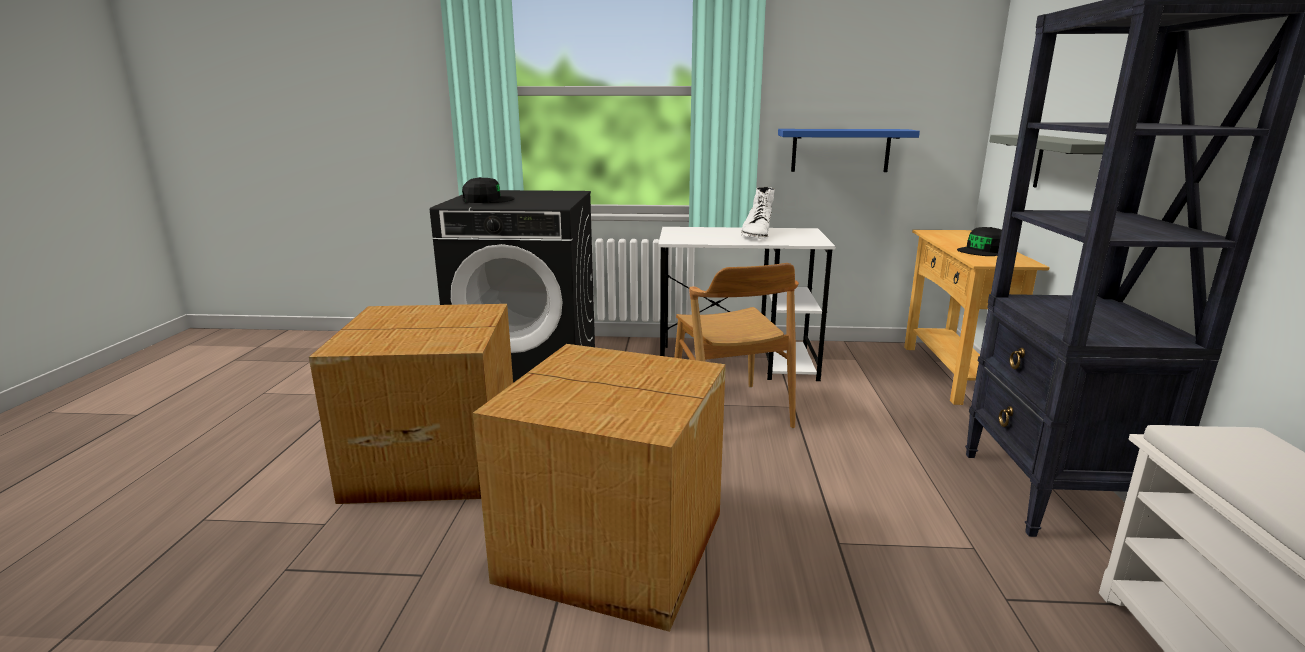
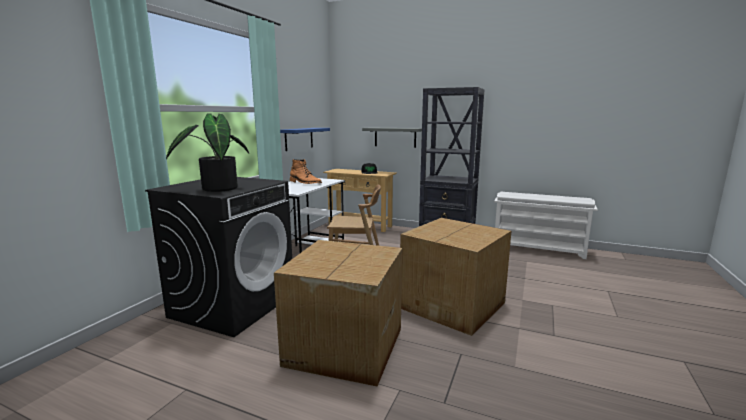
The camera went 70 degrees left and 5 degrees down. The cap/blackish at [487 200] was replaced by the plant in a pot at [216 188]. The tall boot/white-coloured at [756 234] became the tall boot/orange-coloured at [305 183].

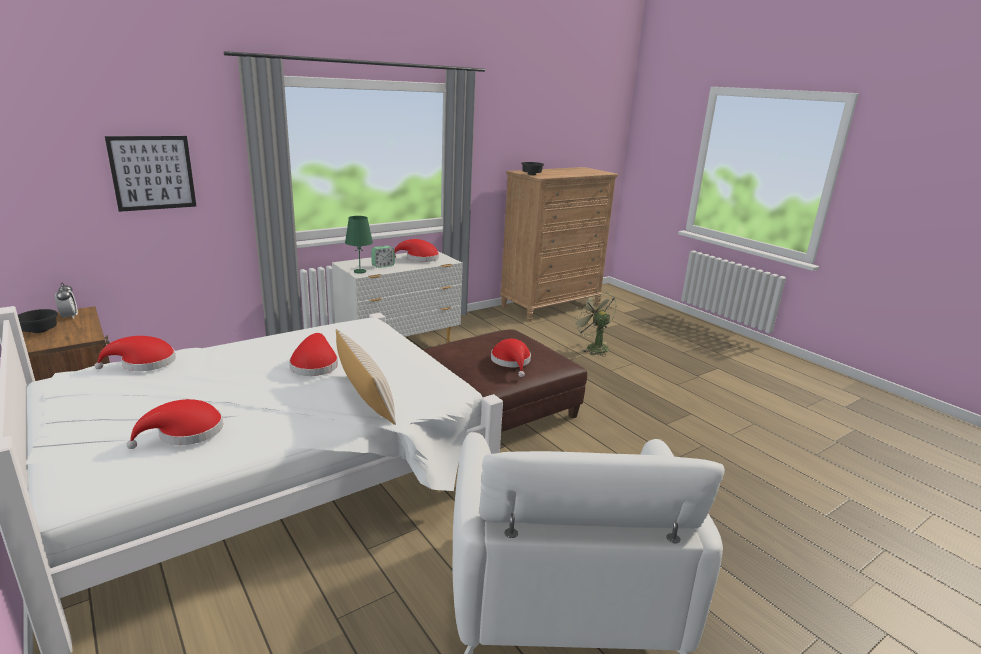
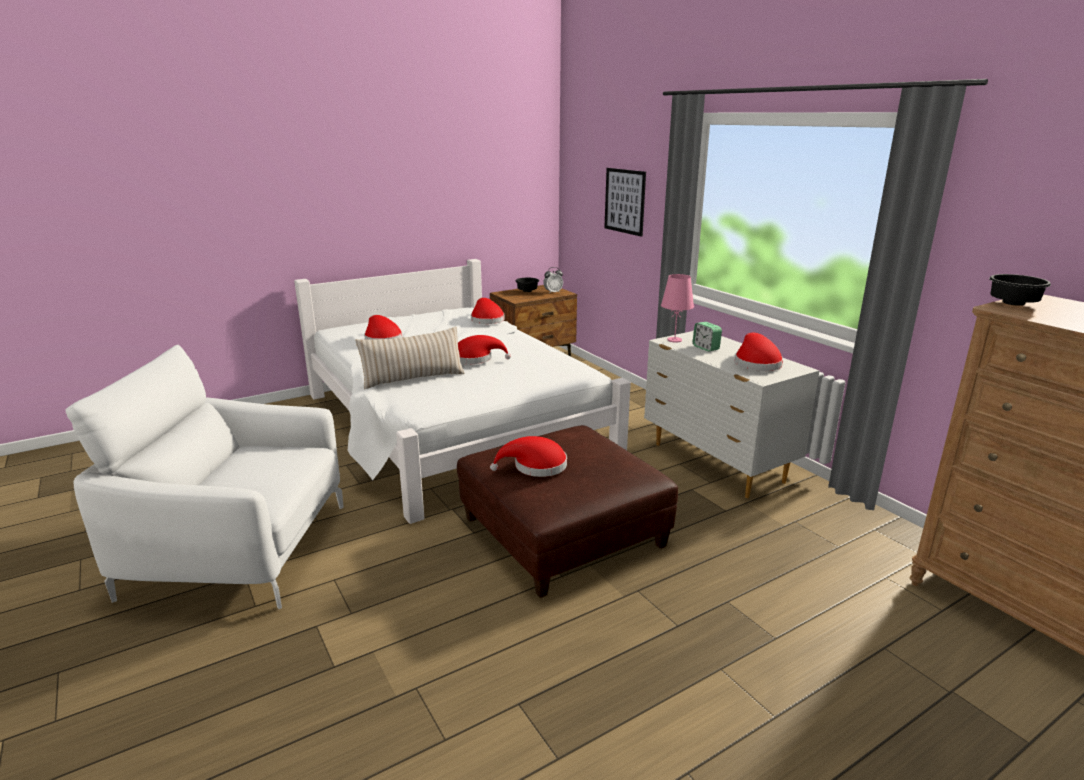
The camera went 95 degrees right and 0 degrees up. The table lamp/greenish at [360 271] became the table lamp/pinkish at [674 340]. The fan/greenish at [593 347] disappeared.

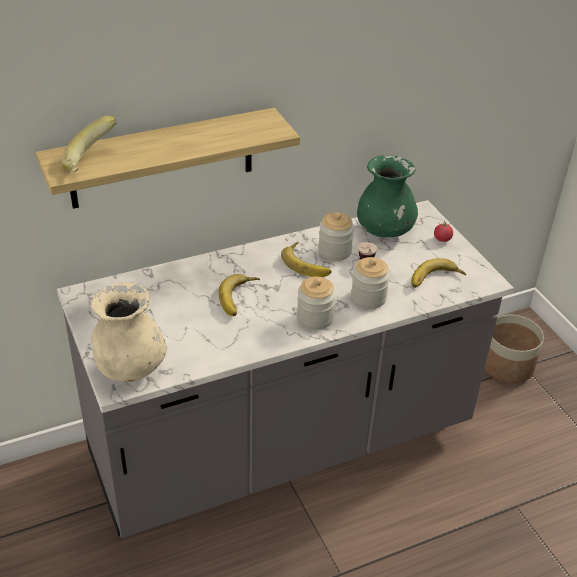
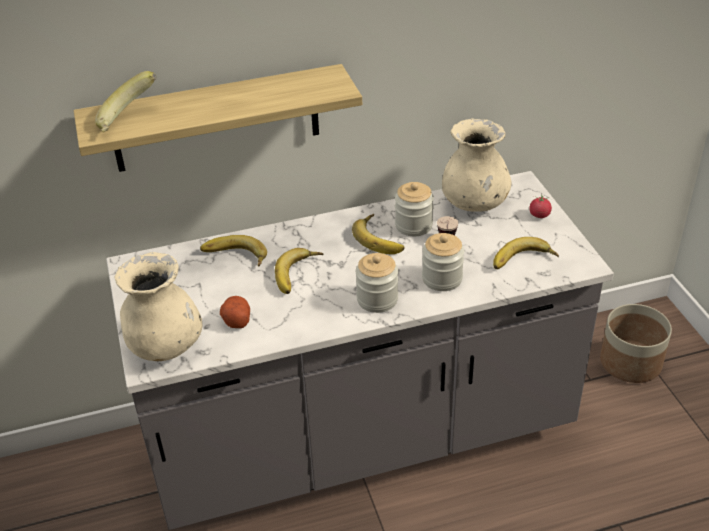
The camera went 10 degrees right and 0 degrees up. The flower vase/greenish at [385 230] became the flower vase/beige at [475 204]. The banana fruit at [234 257] appeared. The whole potato at [236 319] appeared.

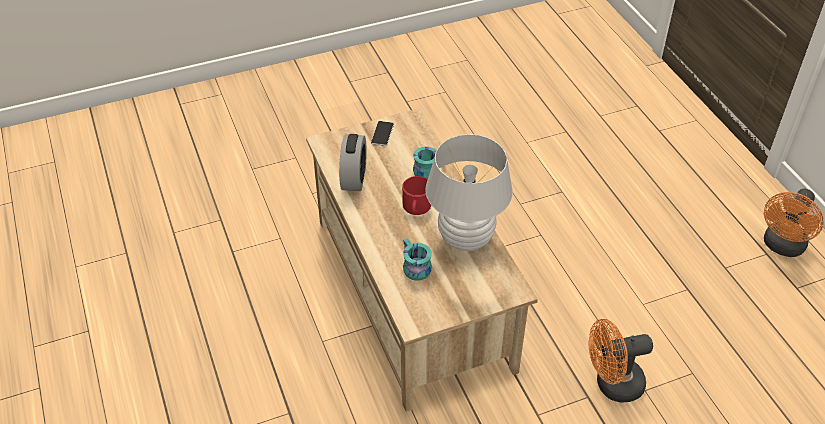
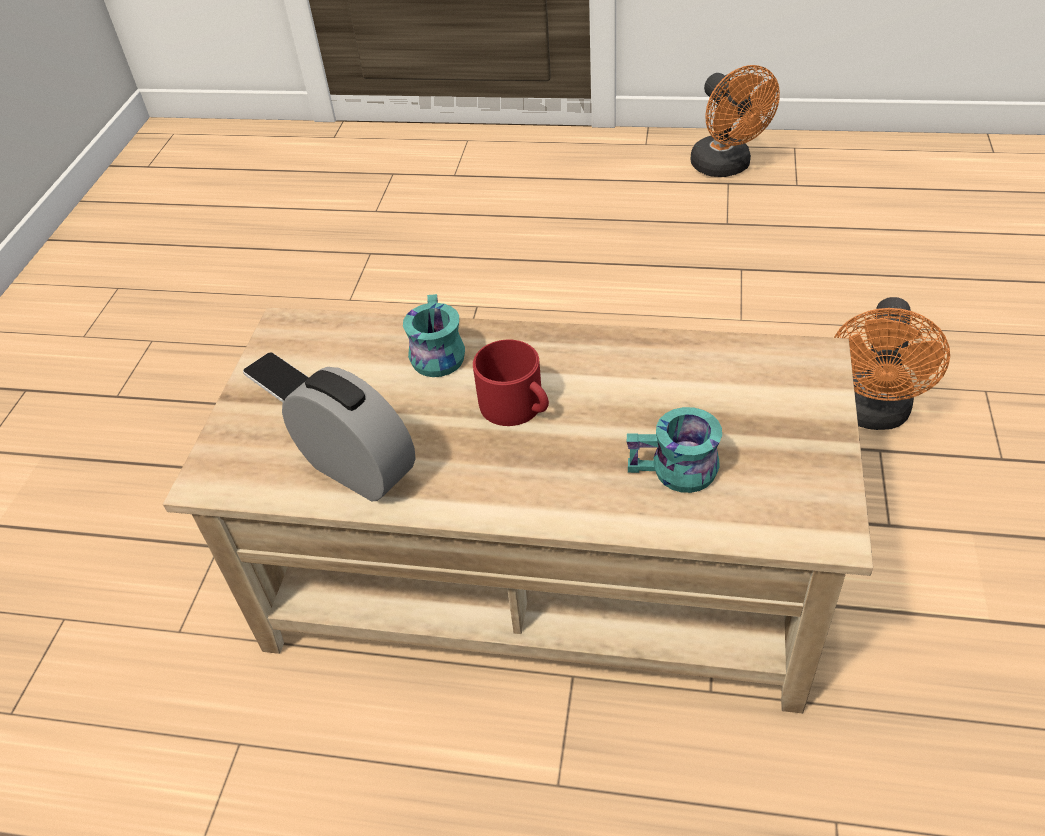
The camera went 55 degrees left and 0 degrees up. The table lamp/white-coloured at [466 238] disappeared.

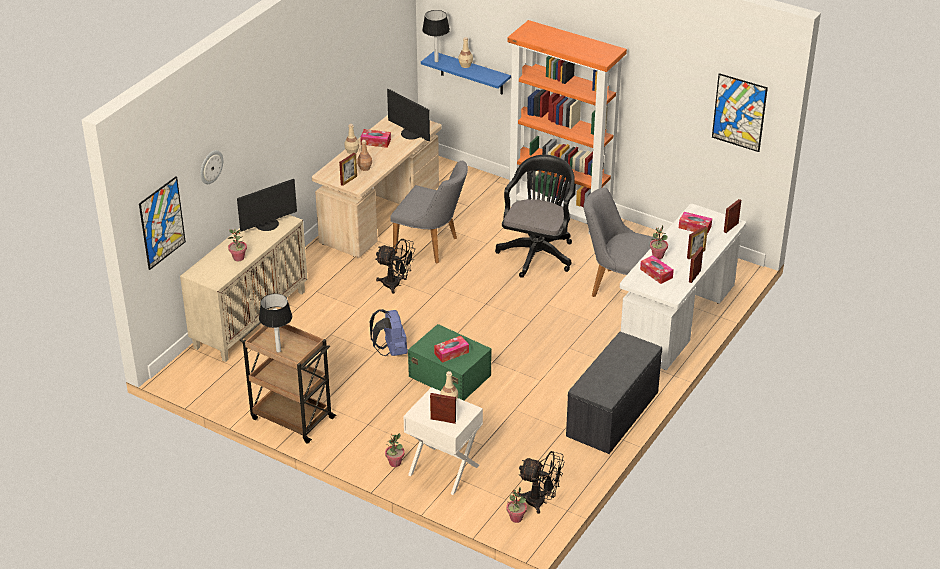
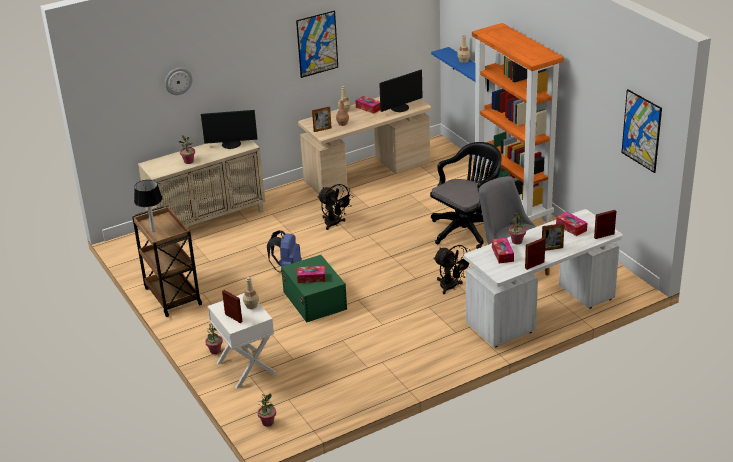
The camera went 30 degrees right and 5 degrees down. The wall picture moved from [162 223] to [317 44]. The computer screen at [410 134] turned 105 degrees counterclockwise. The plain chair/grey at [431 246] disappeared. The table lamp at [436 61] disappeared. The fan/blackish moved from [540 502] to [451 287]. The indoor bench/grey at [613 415] disappeared.

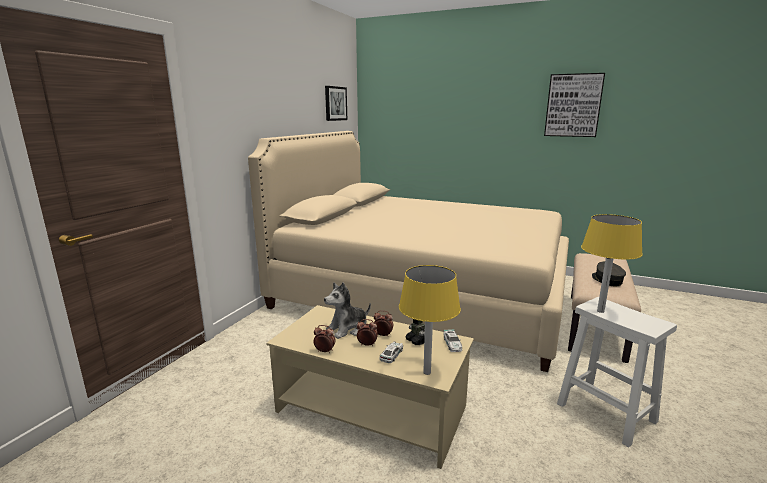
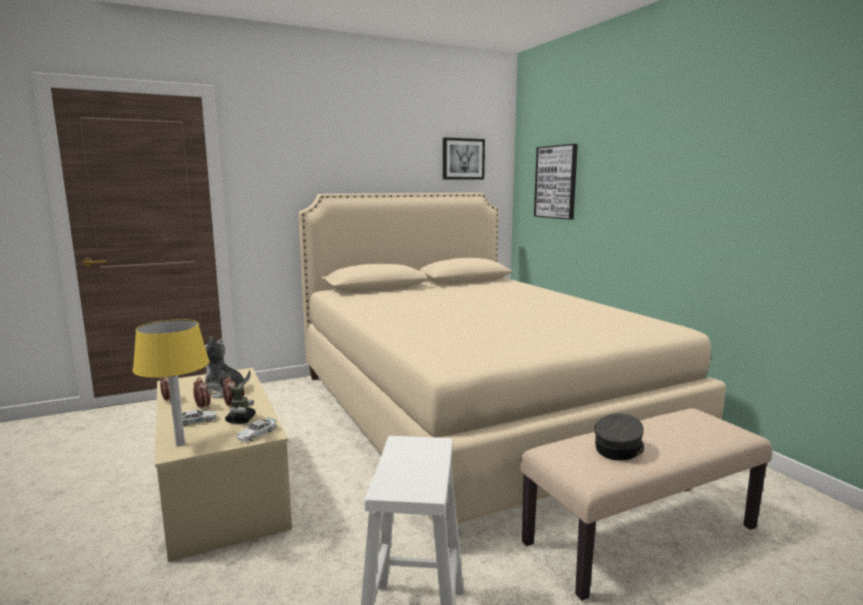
The camera went 40 degrees right and 5 degrees down. The wall picture moved from [573 105] to [556 182]. The table lamp/yellow at [600 311] disappeared.

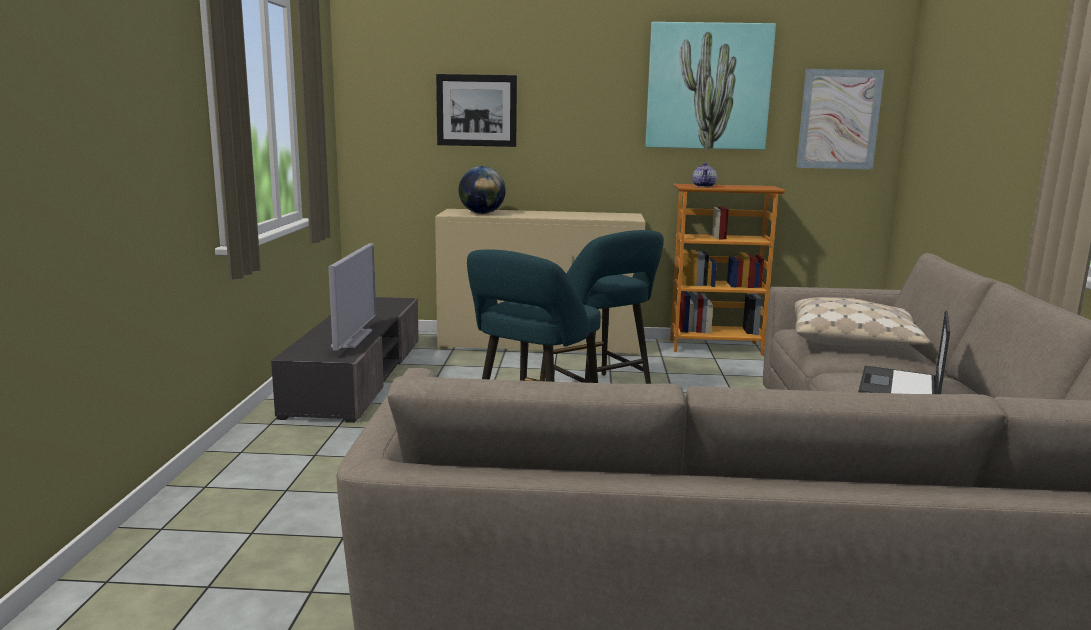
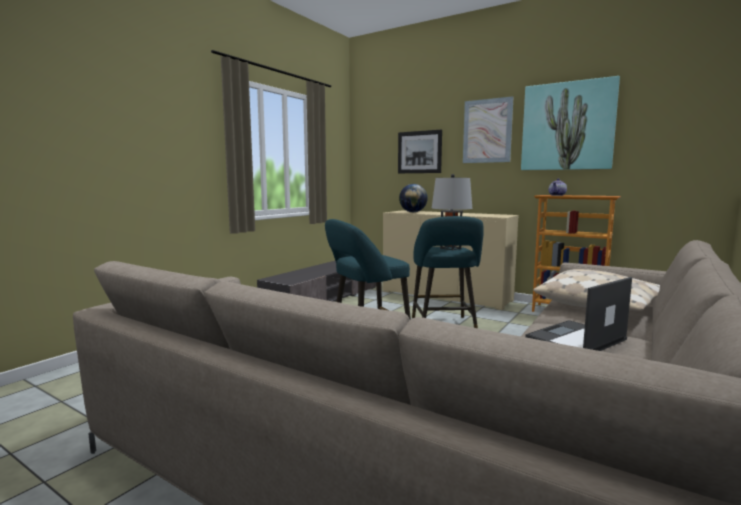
The camera went 30 degrees right and 5 degrees down. The TV at [352 338] disappeared. The wall picture moved from [839 119] to [487 131]. The table lamp/grey at [450 248] appeared.

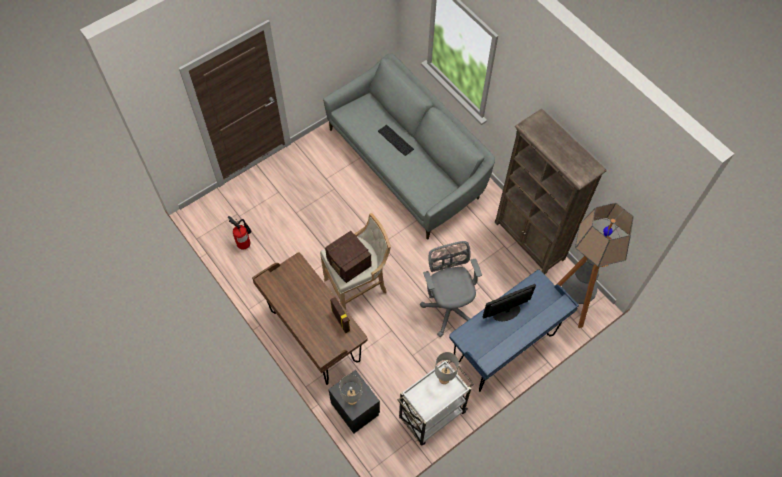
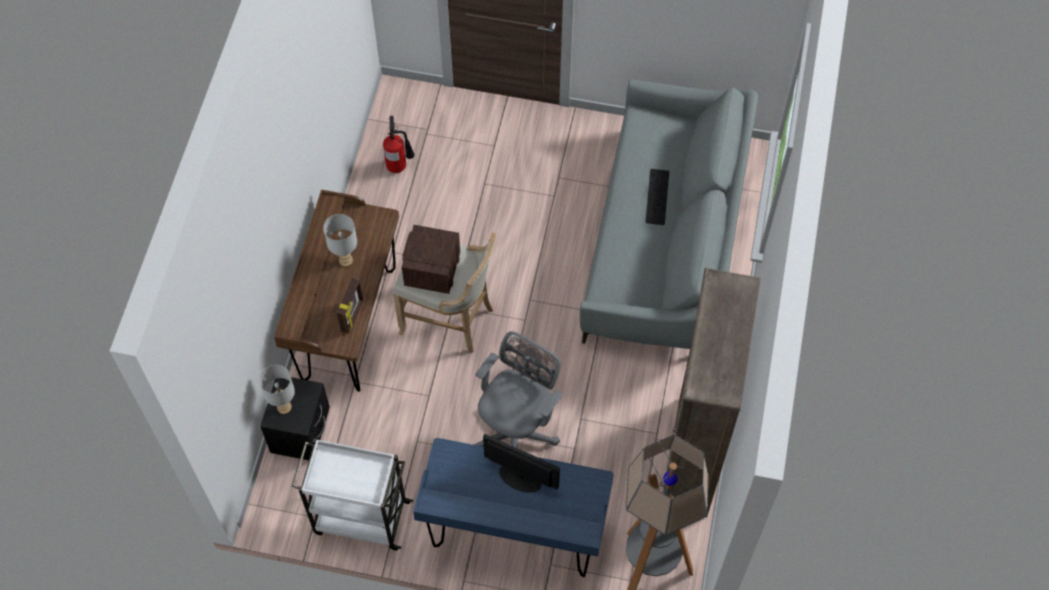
The camera went 50 degrees right and 0 degrees up. The table lamp/grey moved from [443 379] to [345 260].

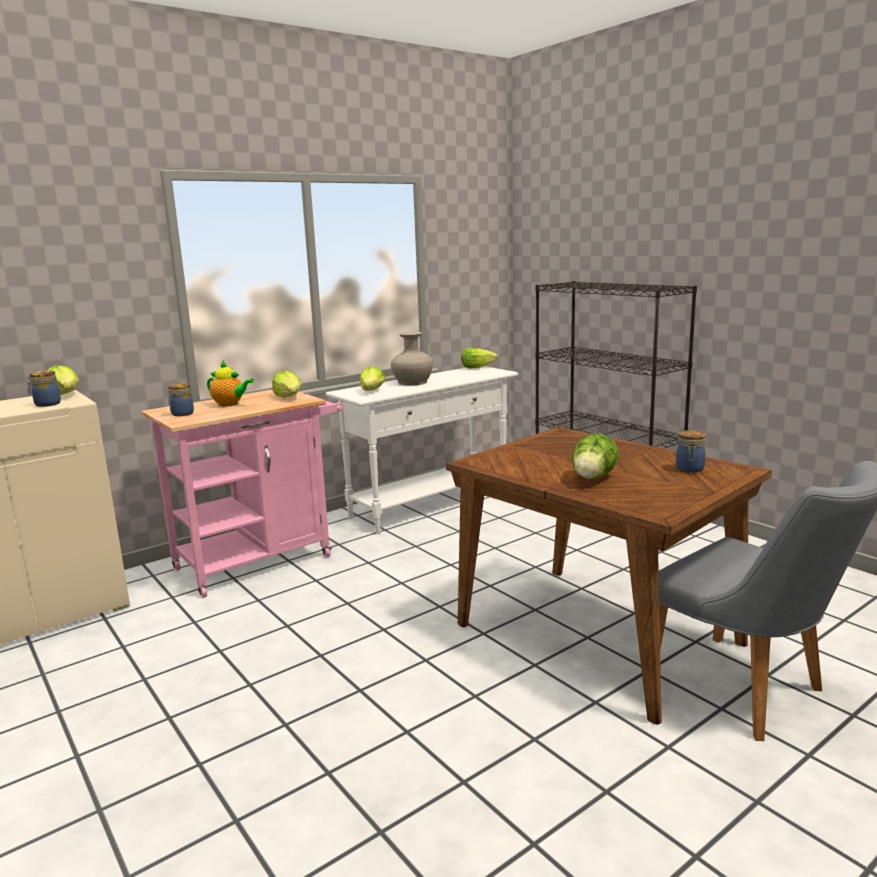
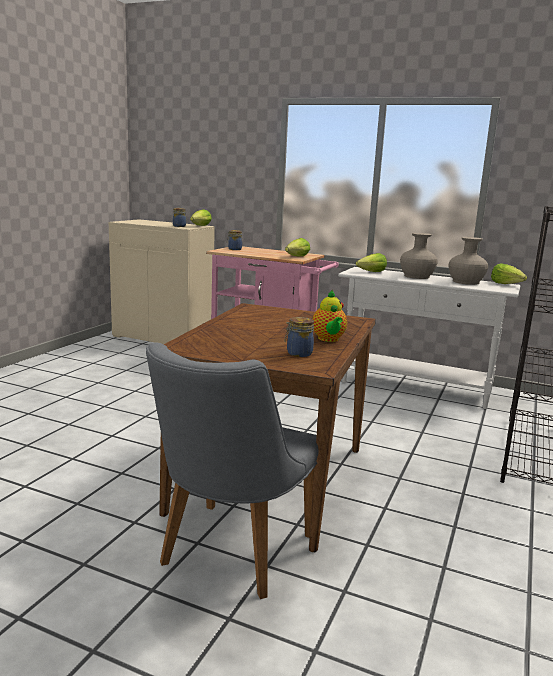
The camera went 60 degrees right and 0 degrees up. The tea pot moved from [230 404] to [328 339]. The lettuce at [593 478] disappeared. The flower vase/beige at [466 282] appeared.

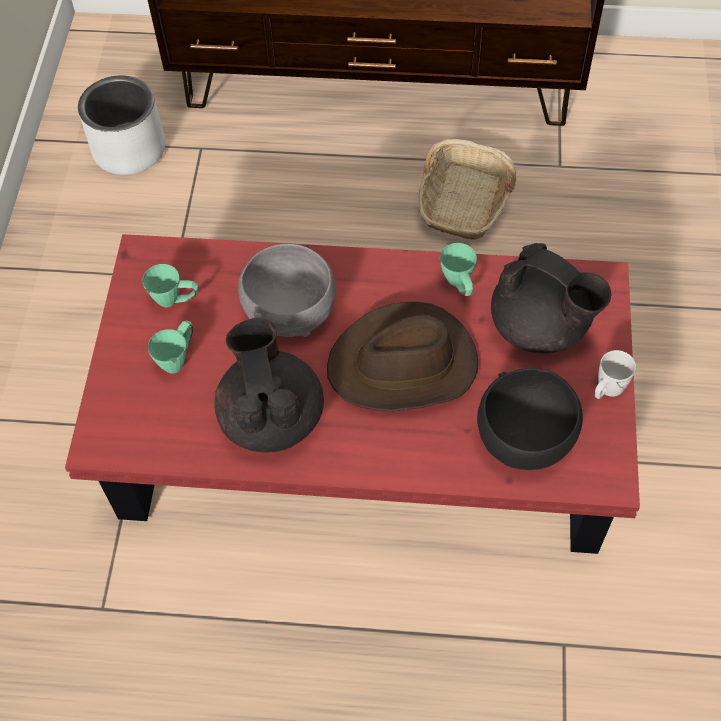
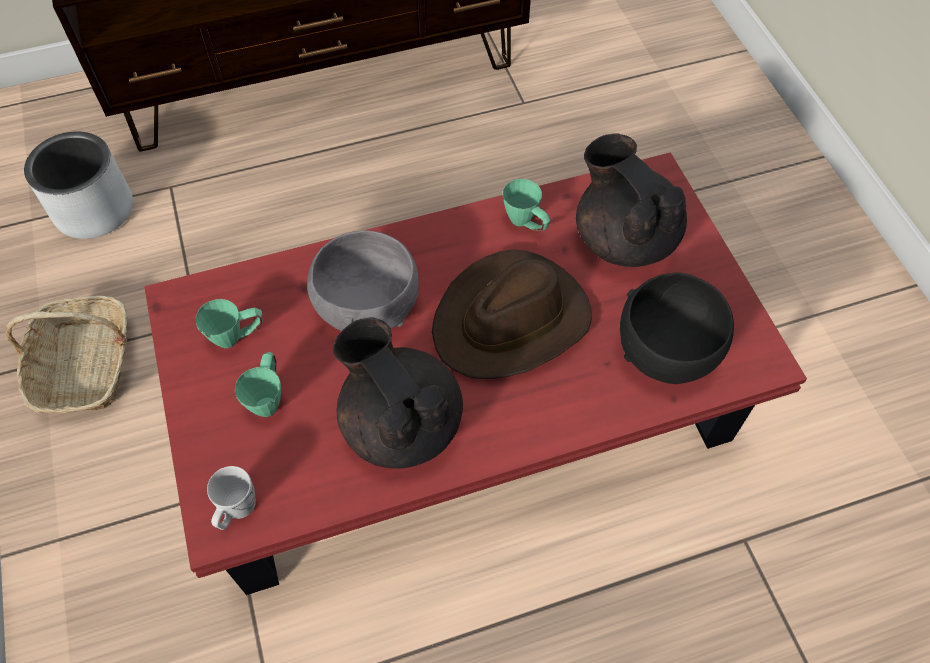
The camera went 25 degrees left and 0 degrees up. The basket moved from [464 202] to [86 366]. The tea pot/blackish at [540 327] turned 135 degrees counterclockwise. The coffee mug/white-coloured moved from [607 389] to [236 511].

